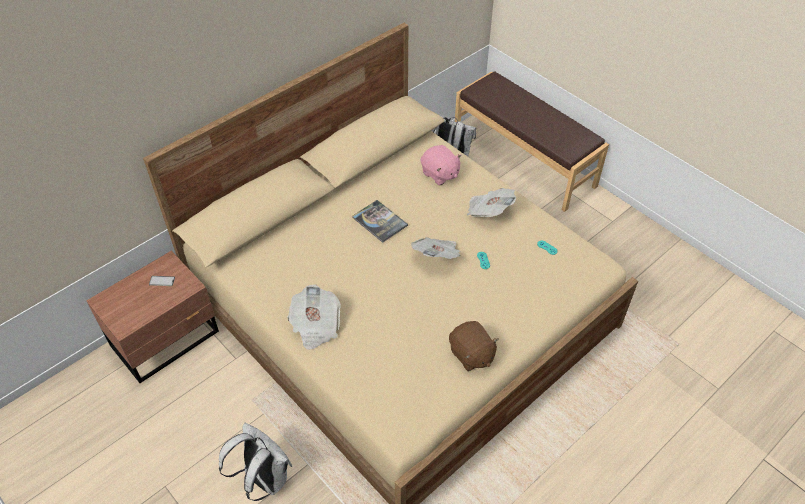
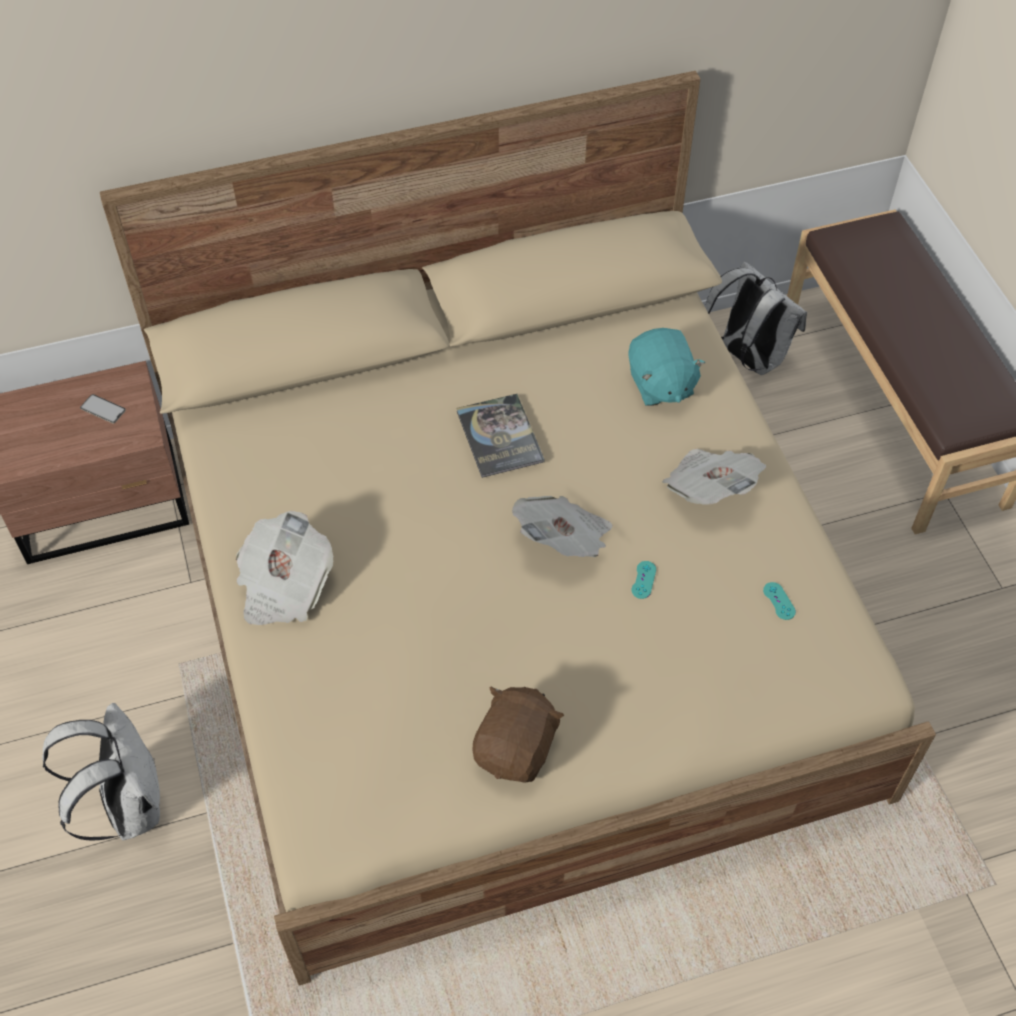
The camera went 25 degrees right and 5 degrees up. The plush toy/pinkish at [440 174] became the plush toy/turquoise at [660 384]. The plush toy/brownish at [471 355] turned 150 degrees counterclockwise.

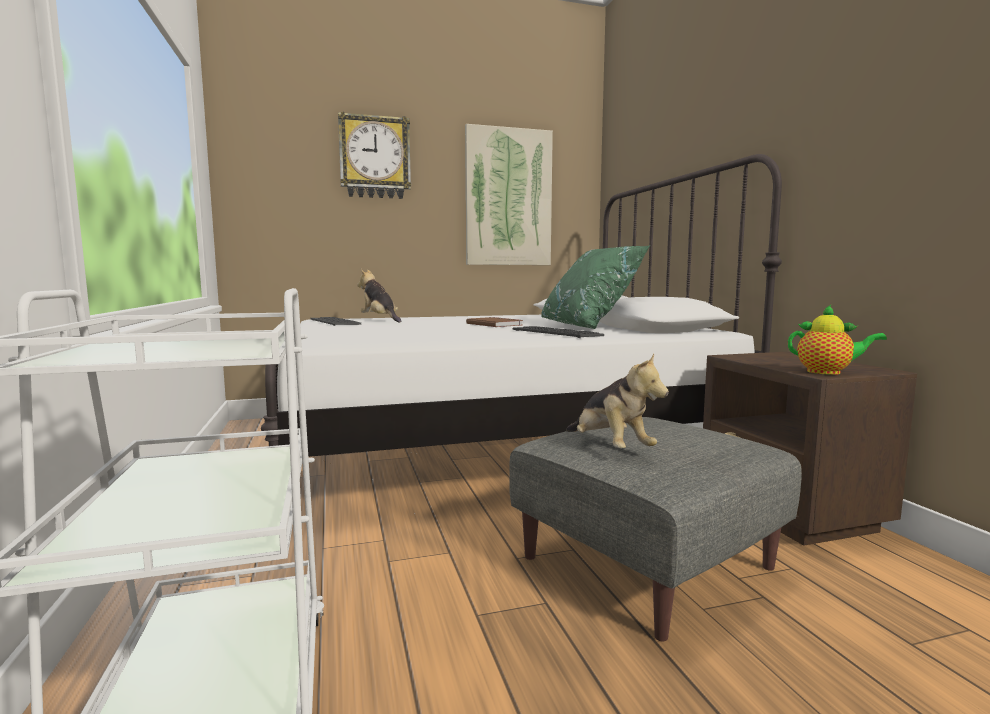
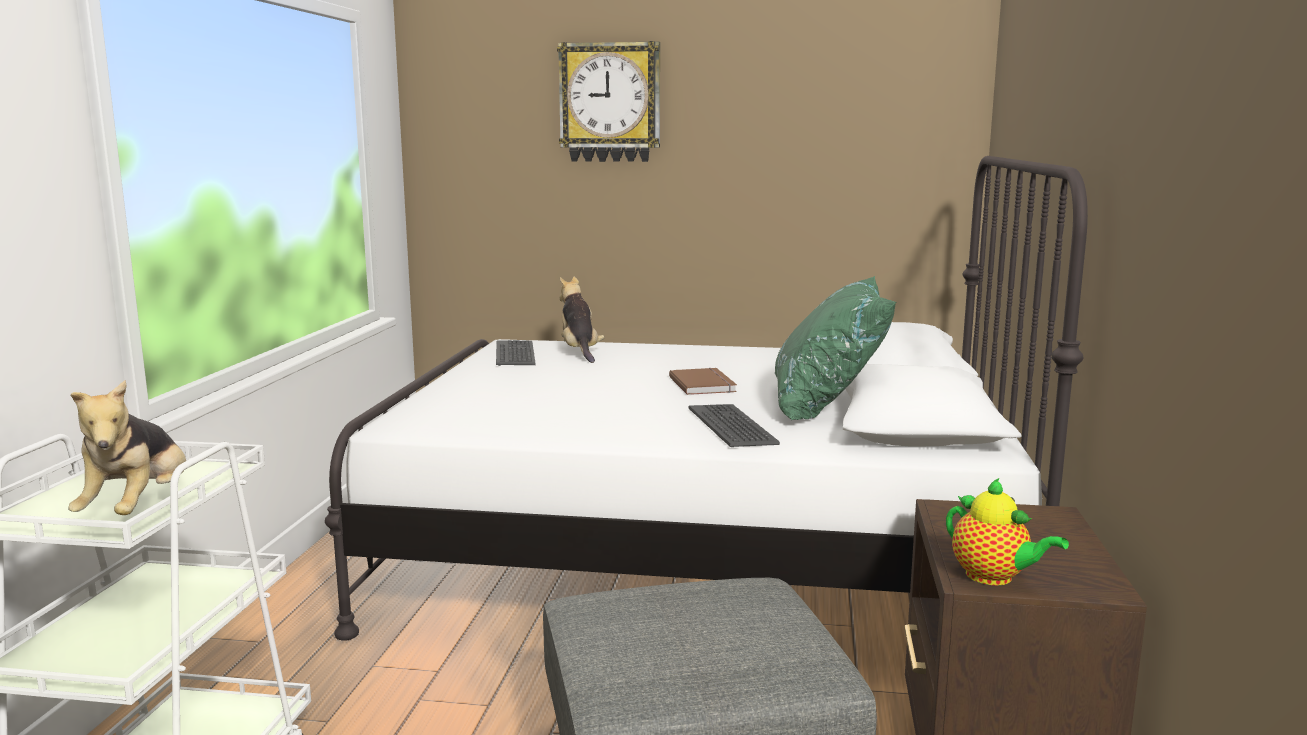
The camera went 25 degrees right and 5 degrees up. The wall picture at [508 198] disappeared. The plush toy moved from [610 448] to [139 509].

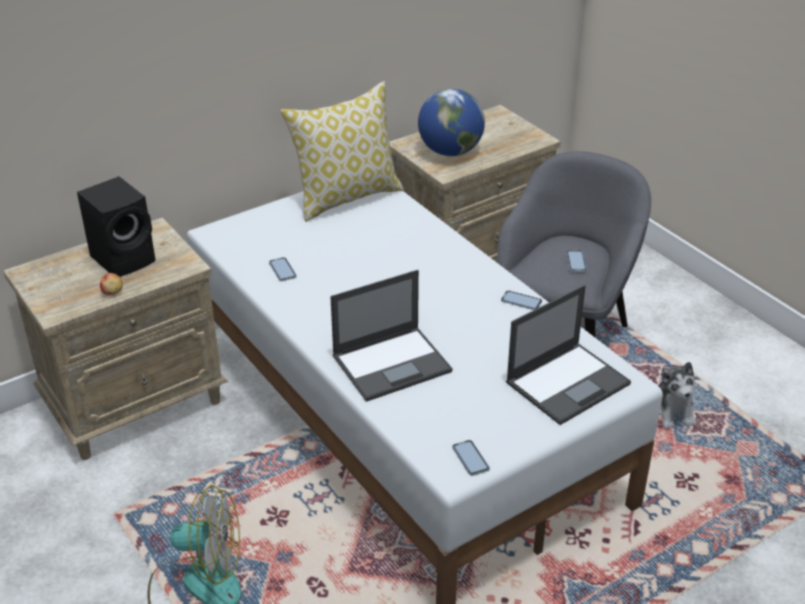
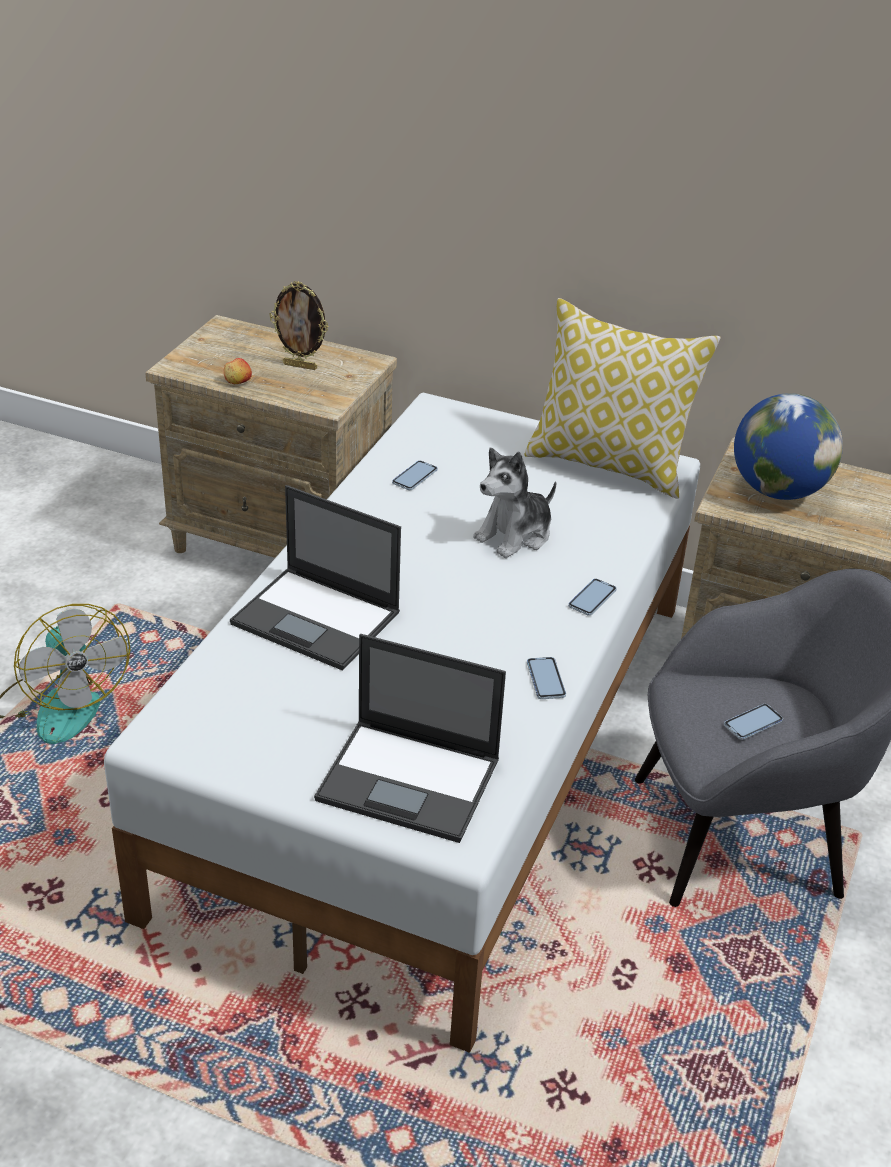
The camera went 55 degrees right and 0 degrees up. The loudspeaker/blackish at [125 258] was replaced by the picture frame at [300 366]. The phone moved from [470 458] to [592 598]. The plush toy moved from [672 411] to [515 535].

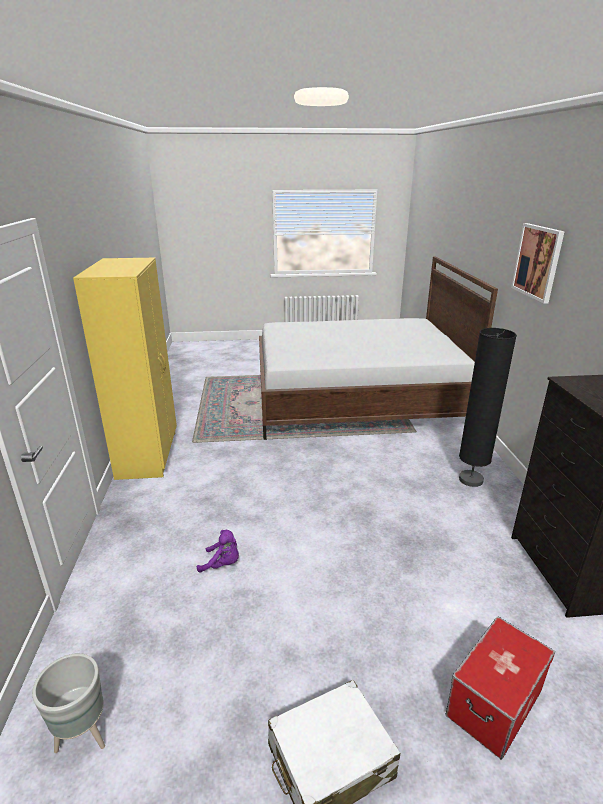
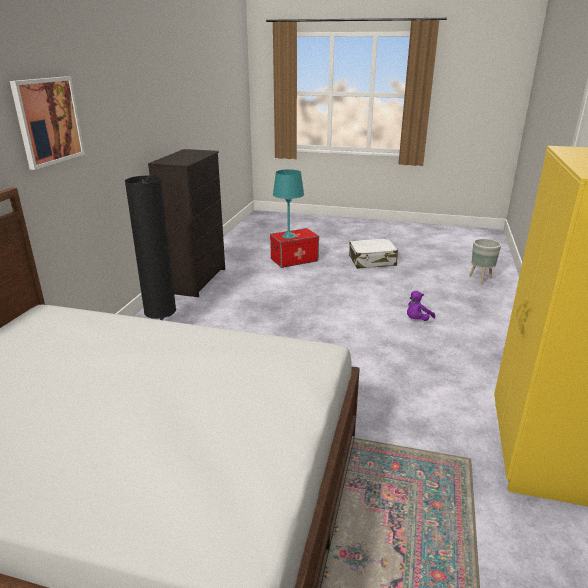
The camera went 160 degrees left and 0 degrees up. The plush toy/purple-coloured at [222 564] turned 75 degrees counterclockwise. The table lamp/turquoise at [288 236] appeared.

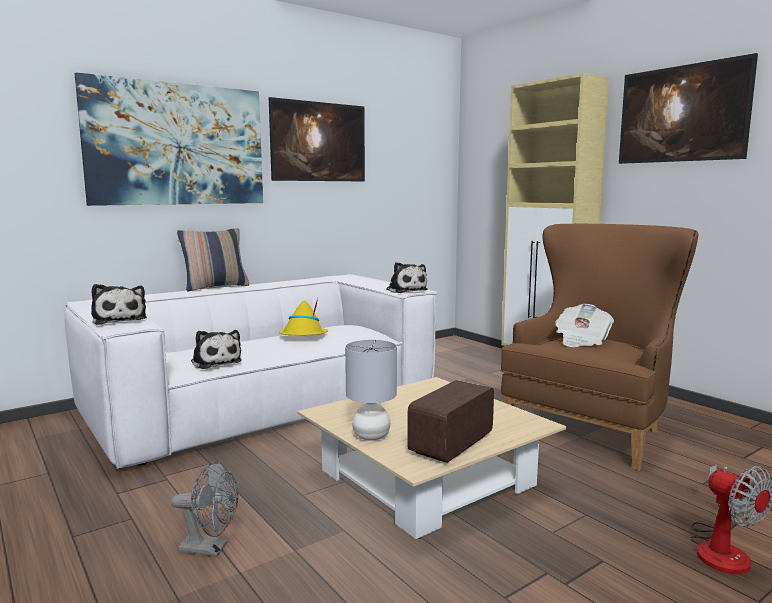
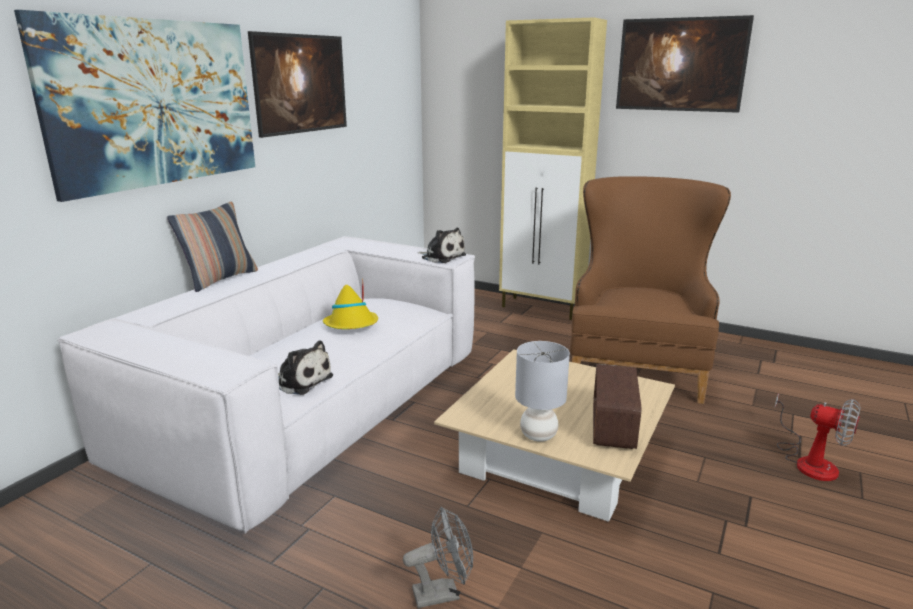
The camera went 25 degrees left and 10 degrees up. The plush toy at [119 319] disappeared. The newspaper at [581 341] disappeared.

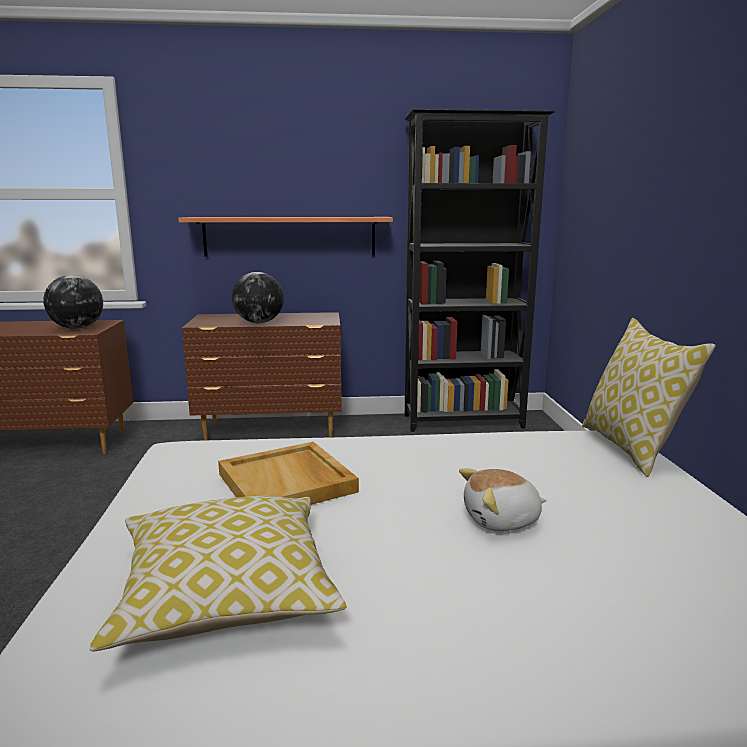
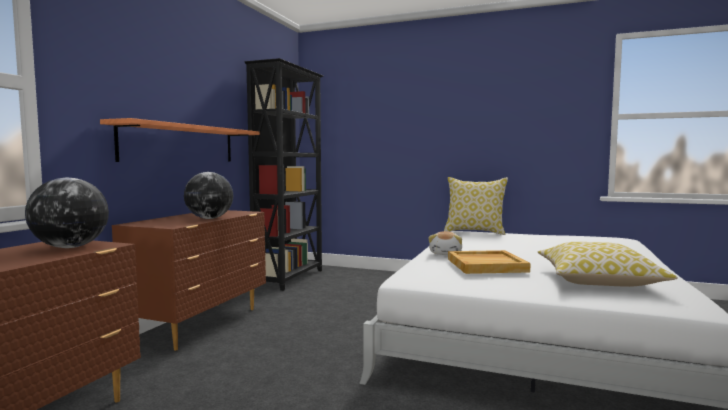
The camera went 65 degrees left and 10 degrees down. The plush toy moved from [502 520] to [446 253].

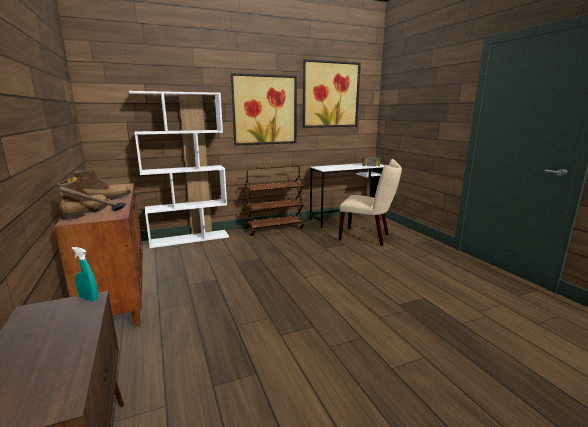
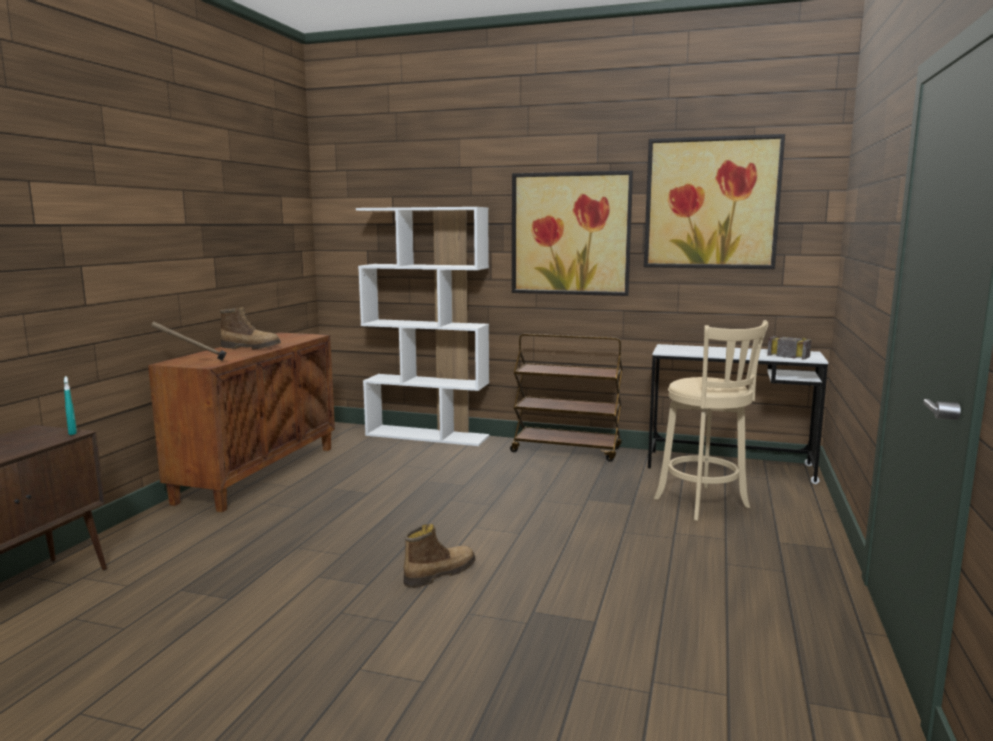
The camera went 40 degrees right and 5 degrees down. The tall boot moved from [86 212] to [439 573]. The plain chair/beige at [367 237] was replaced by the sitting stool/beige at [704 505].

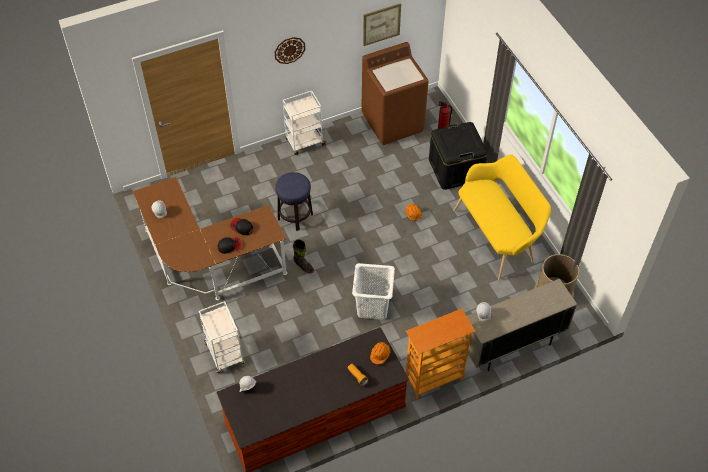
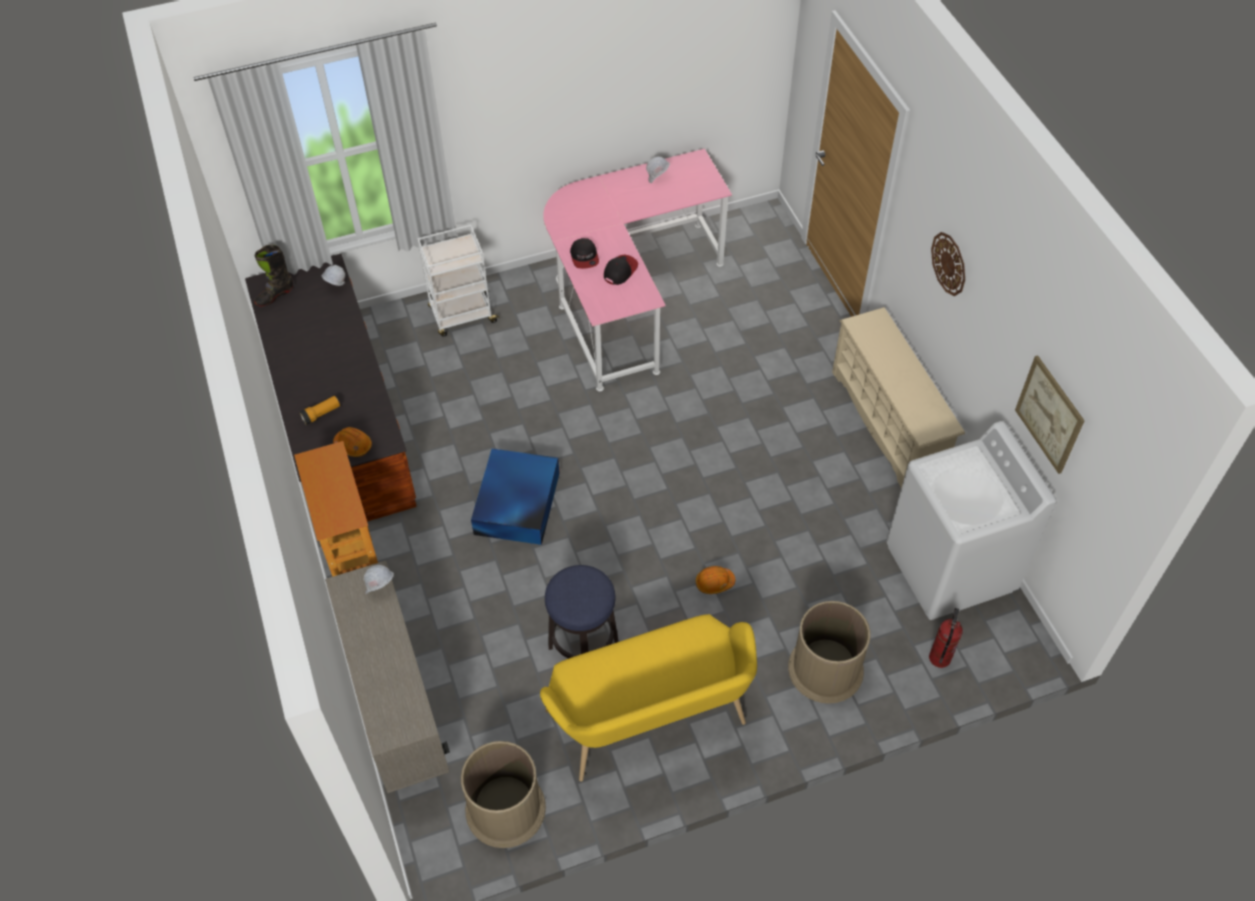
The camera went 95 degrees right and 0 degrees up. The desk unit/brownish at [208 265] became the desk unit/pinkish at [626 295]. The sitting stool moved from [295 216] to [583 643]. The trolley/white-coloured at [304 142] was replaced by the shoe stand/beige at [889 424]. The tall boot/blackish moved from [303 266] to [274 295]. The laundry basket/white-coloured at [373 307] was replaced by the storage container/bluish at [516 504]. The laundry appliance/brownish at [393 122] became the laundry appliance/white-coloured at [950 569]. The storage container/blackish at [455 169] was replaced by the trash can/brownish at [825 668].

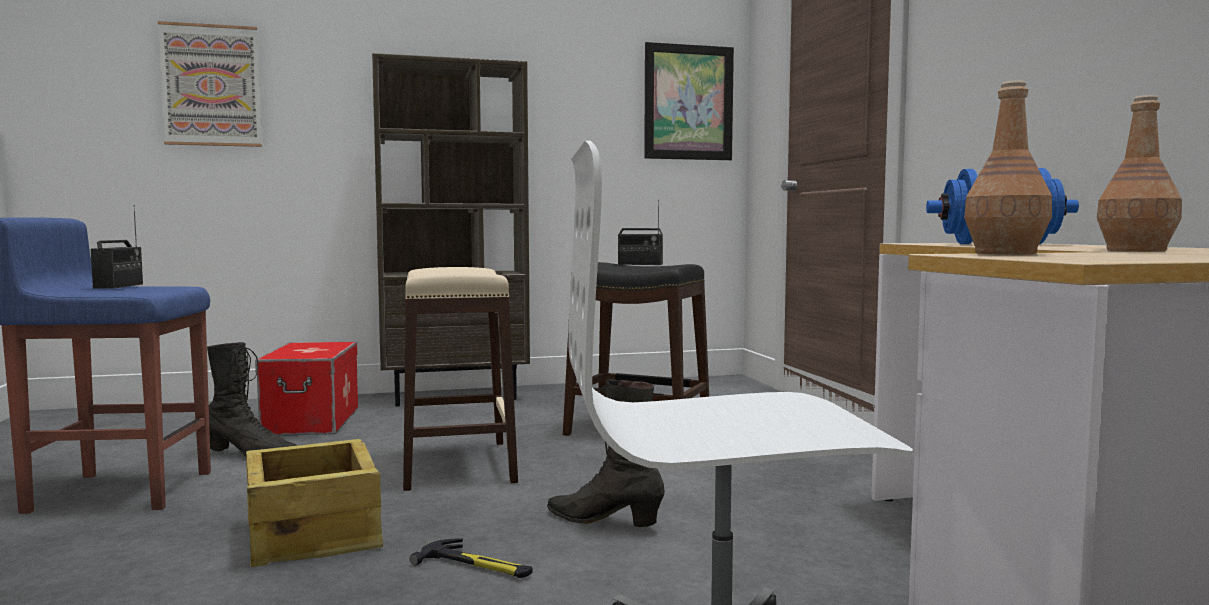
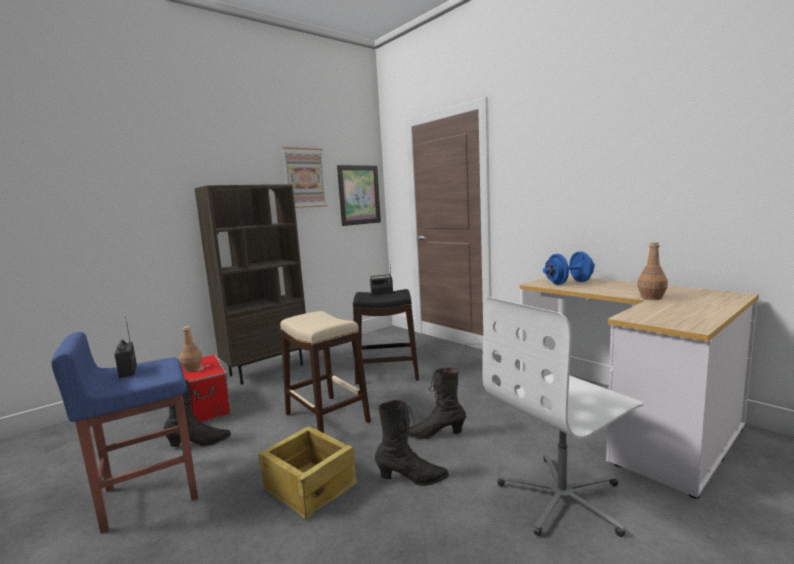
The camera went 25 degrees left and 5 degrees up. The wall picture moved from [211 86] to [304 178]. The hammer at [476 566] was replaced by the tall boot/blackish at [412 478]. The bottle/brownish moved from [1004 253] to [192 368].

